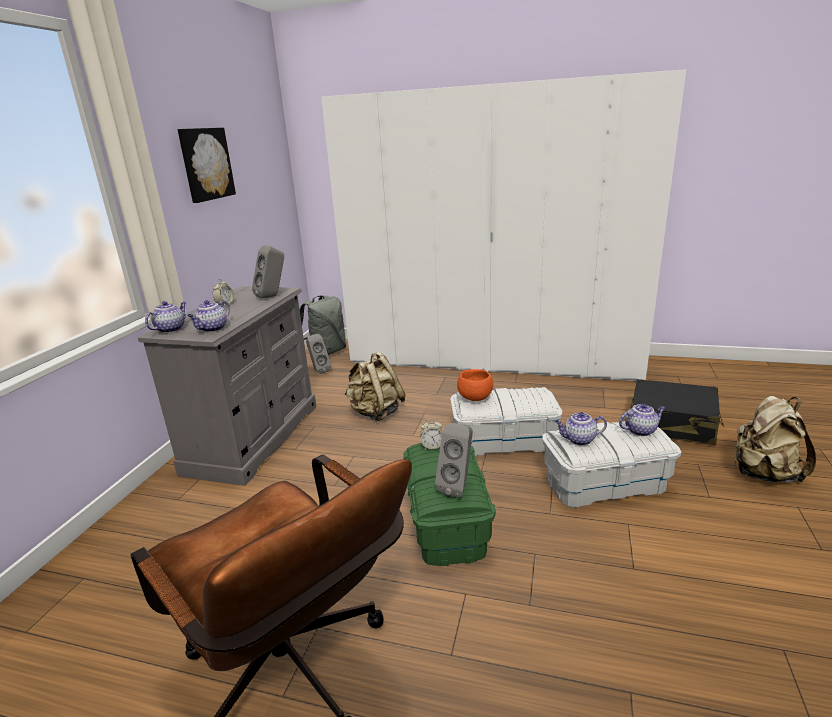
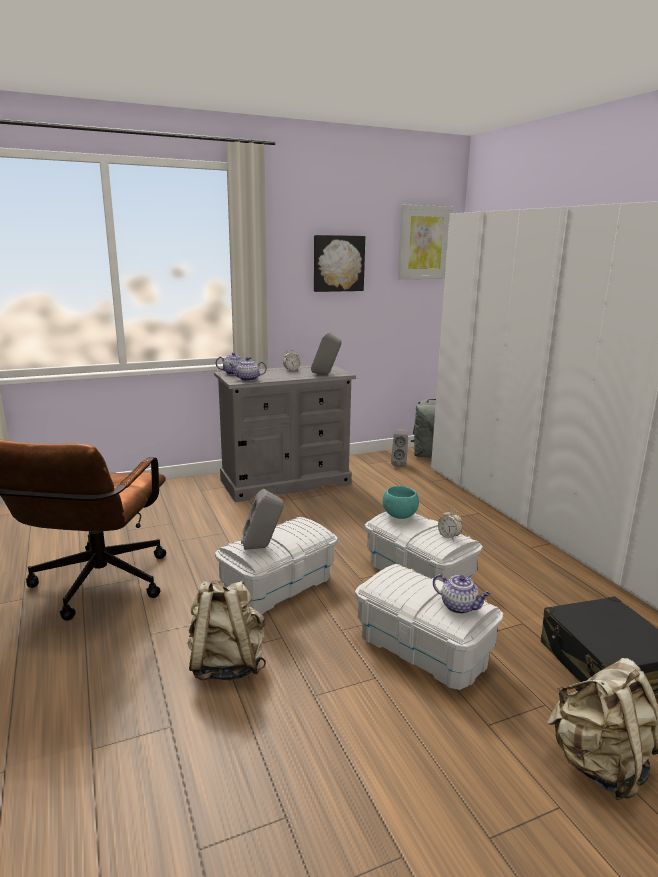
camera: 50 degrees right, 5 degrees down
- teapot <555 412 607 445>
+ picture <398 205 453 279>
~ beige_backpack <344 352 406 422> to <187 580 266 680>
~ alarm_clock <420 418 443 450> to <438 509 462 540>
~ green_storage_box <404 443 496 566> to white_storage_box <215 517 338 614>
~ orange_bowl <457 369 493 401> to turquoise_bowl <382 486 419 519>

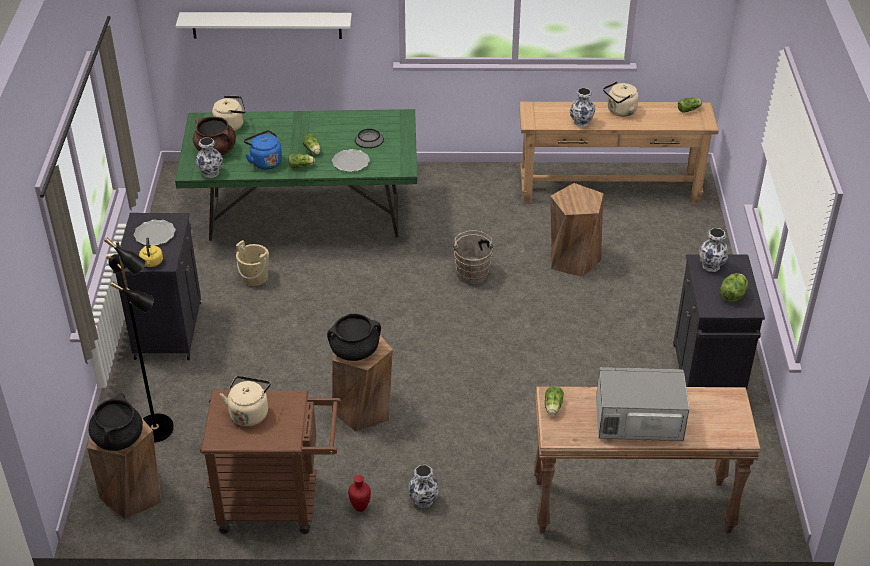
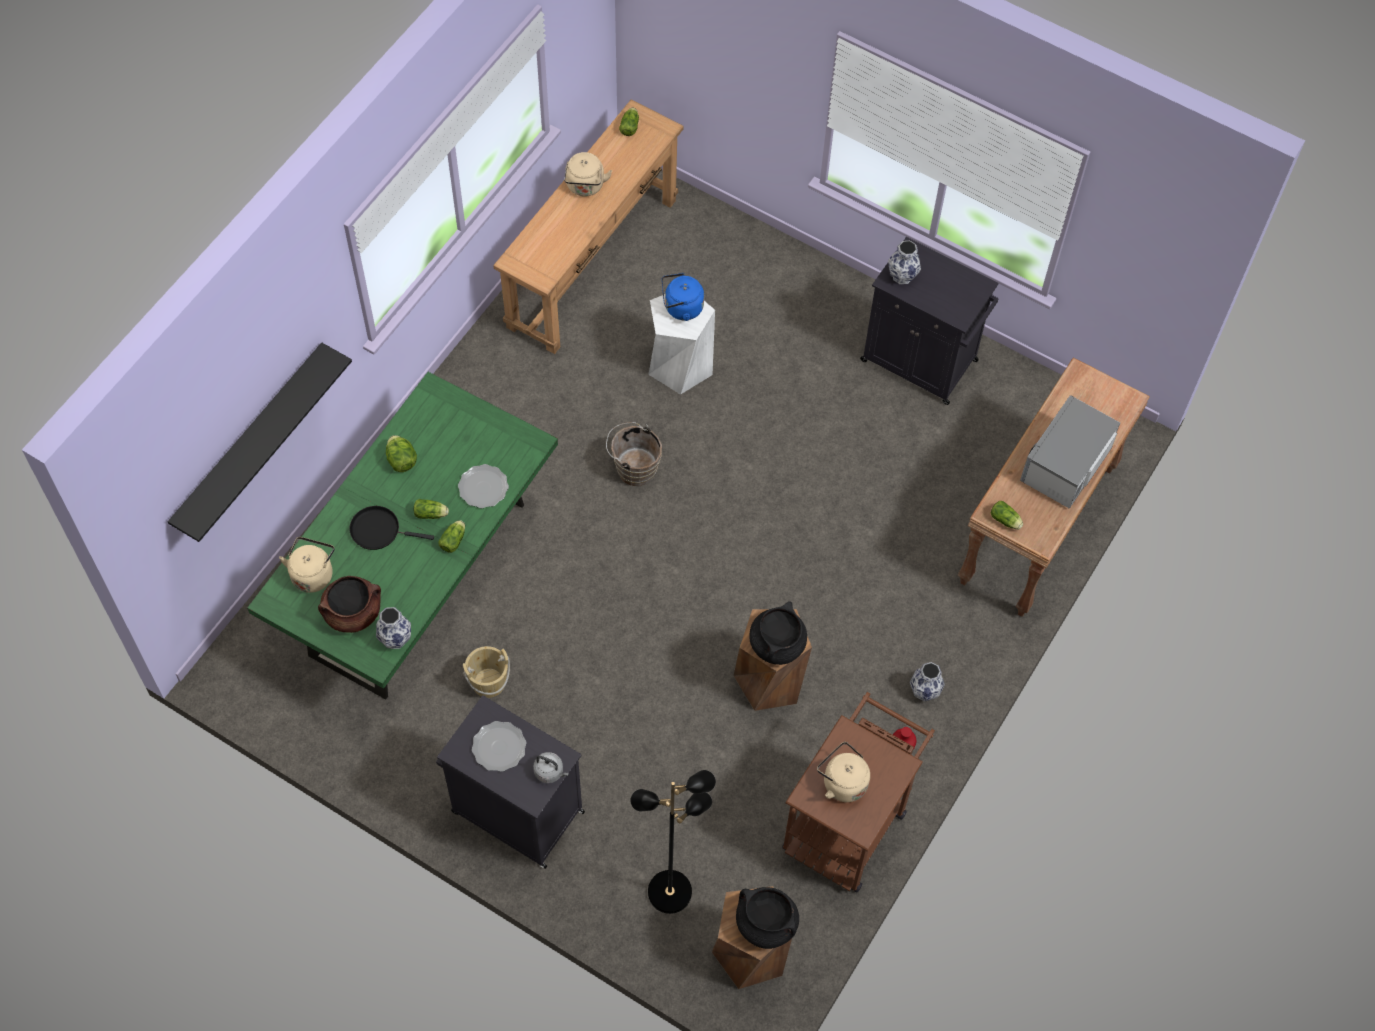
camera: 60 degrees left, 20 degrees up
- bowl <355 129 384 148>
- vase <570 88 595 127>
+ black_frying_pan <350 506 434 550>
~ blue_kettle <244 130 282 170> to <662 273 704 321>
~ lettuce <720 273 748 302> to <386 435 417 472>
~ yellow_kettle <139 237 163 267> to grey_kettle <533 752 569 783>
~ white_shelf <176 12 352 39> to black_shelf <168 342 352 542>
~ brown_stool <550 183 604 277> to white_stool <648 294 715 395>

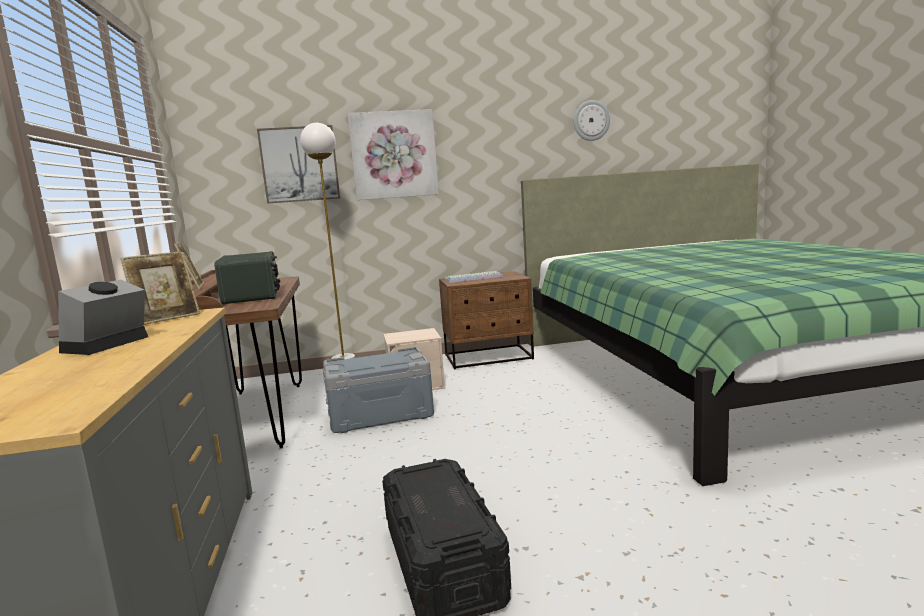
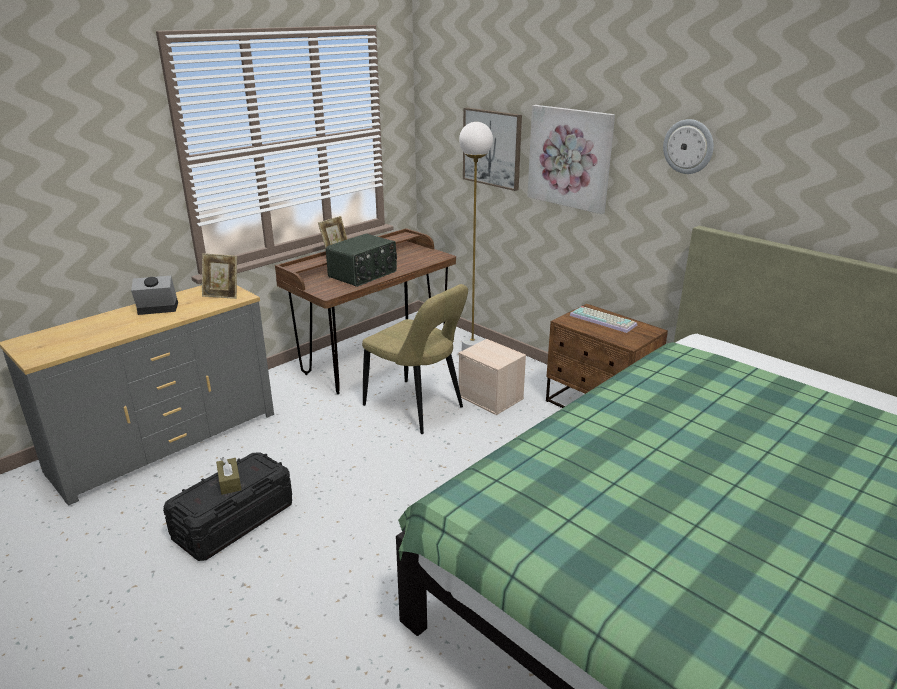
camera: 55 degrees right, 15 degrees up
+ brown_tissue_box <216 457 242 495>
~ wall_clock <573 100 610 141> to <663 119 714 174>
~ grey_storage_box <323 347 434 433> to beige_chair <362 284 468 434>

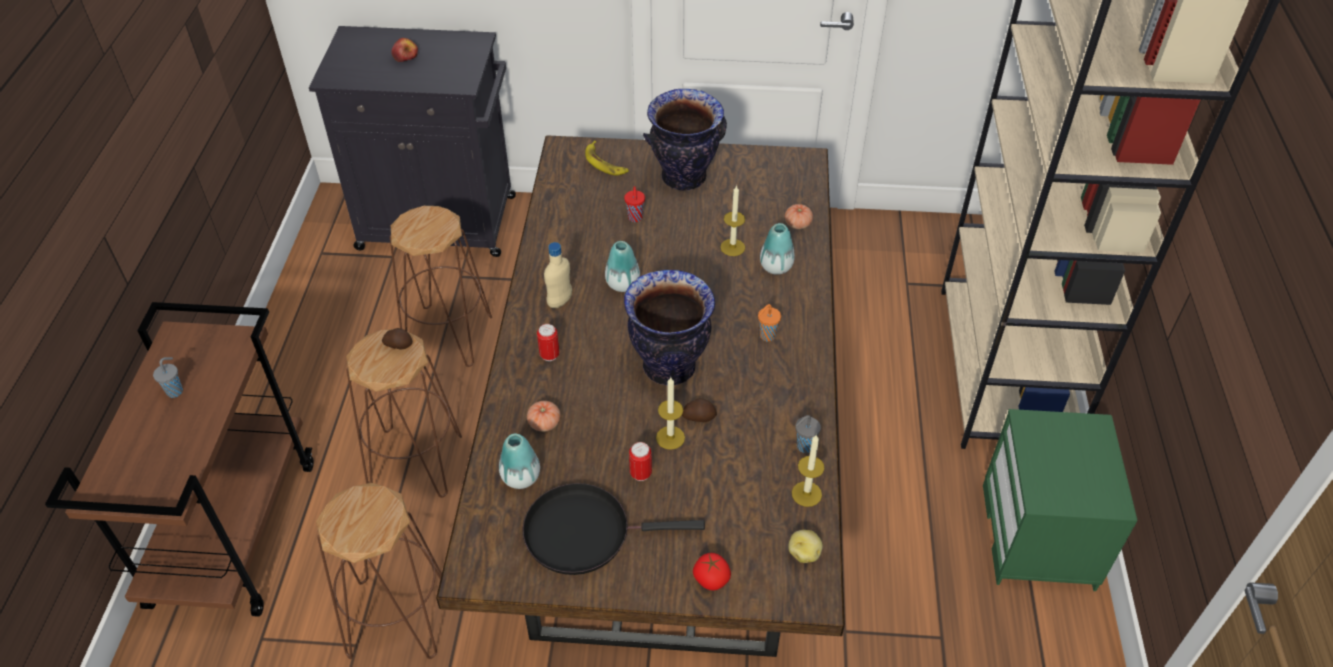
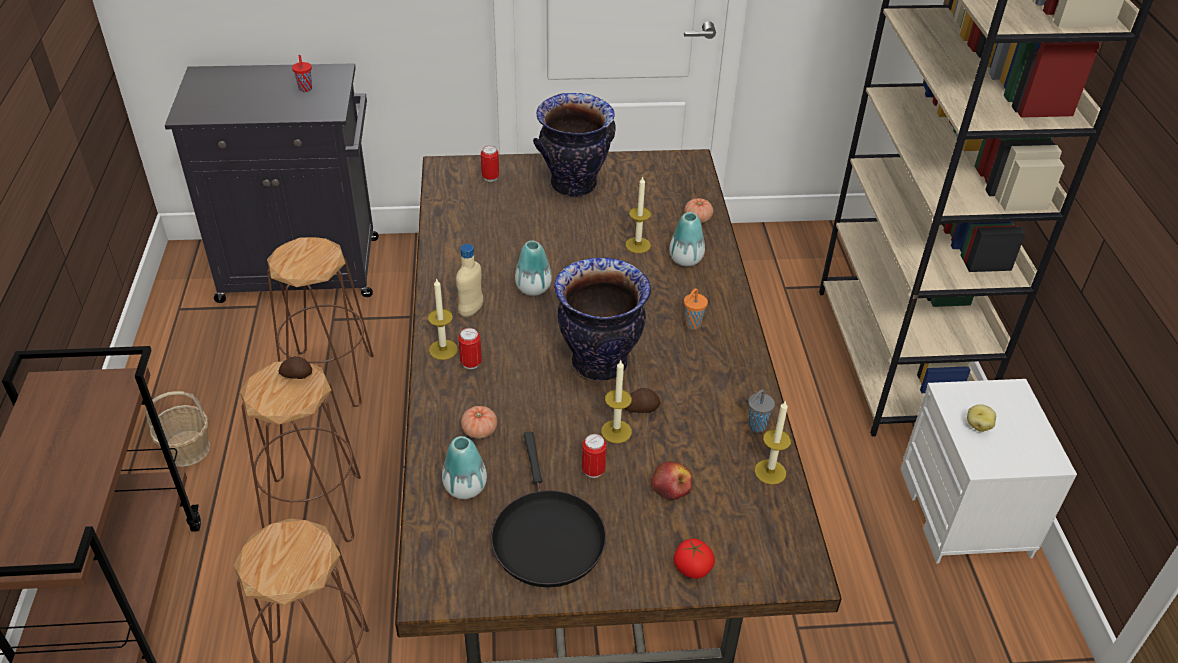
camera: 10 degrees left, 5 degrees down
- grey_cup <153 357 183 398>
+ basket <145 391 210 467>
+ candle <428 278 458 360>
~ apple <391 38 418 62> to <651 461 692 500>
~ red_cup <624 186 645 222> to <292 55 312 92>
~ potato <788 530 823 563> to <967 404 996 432>
~ banana <585 141 629 176> to can <481 146 499 182>
~ green_nightstand <983 409 1138 591> to white_nightstand <901 379 1077 563>
~ black_frying_pan <522 483 705 575> = <491 432 606 587> 90 degrees counterclockwise

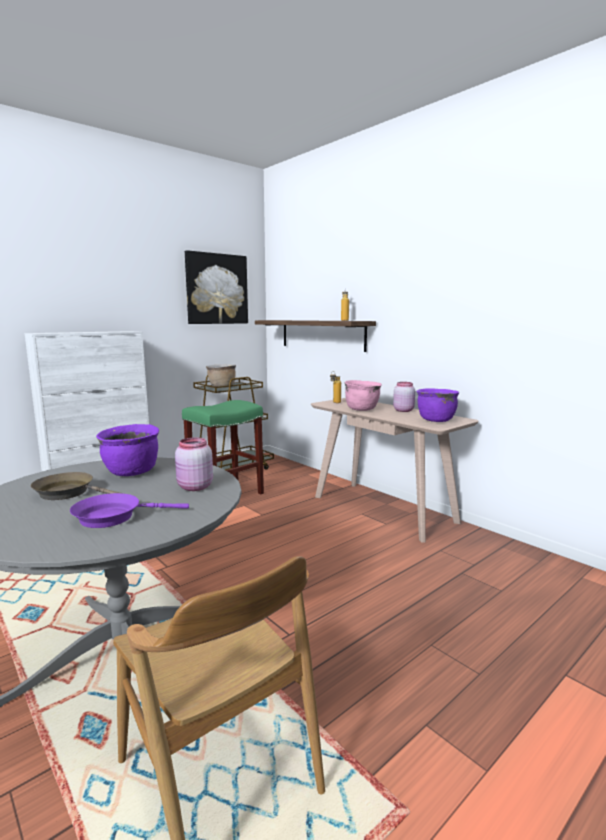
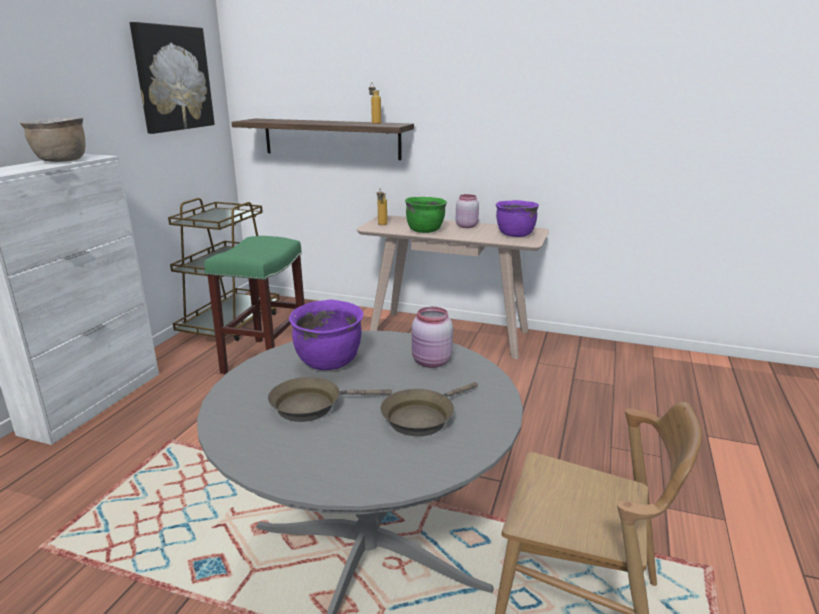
camera: 30 degrees left, 10 degrees up
~ brown_cooking_pot <206 364 236 388> to <20 117 86 162>
~ purple_frying_pan <70 493 189 528> to brown_frying_pan <380 382 478 436>
~ pink_cooking_pot <344 380 382 411> to green_cooking_pot <405 197 447 233>

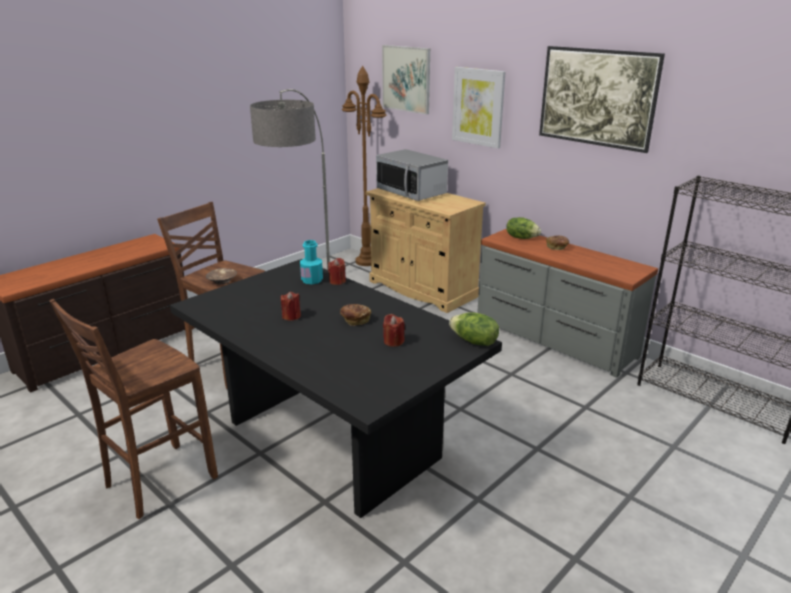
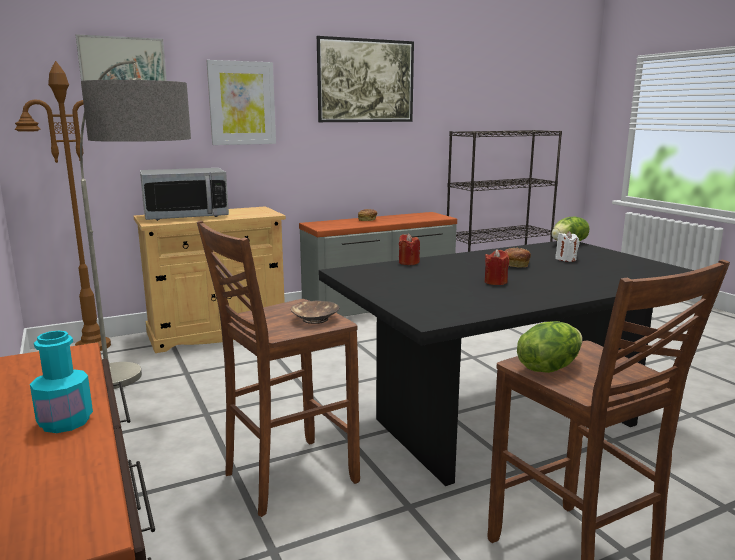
camera: 70 degrees left, 10 degrees down
~ turquoise_bottle <300 240 323 284> to <30 331 93 433>
~ lettuce <506 217 541 239> to <517 321 582 373>
~ red_candle <383 314 405 347> to white_candle <555 231 580 262>

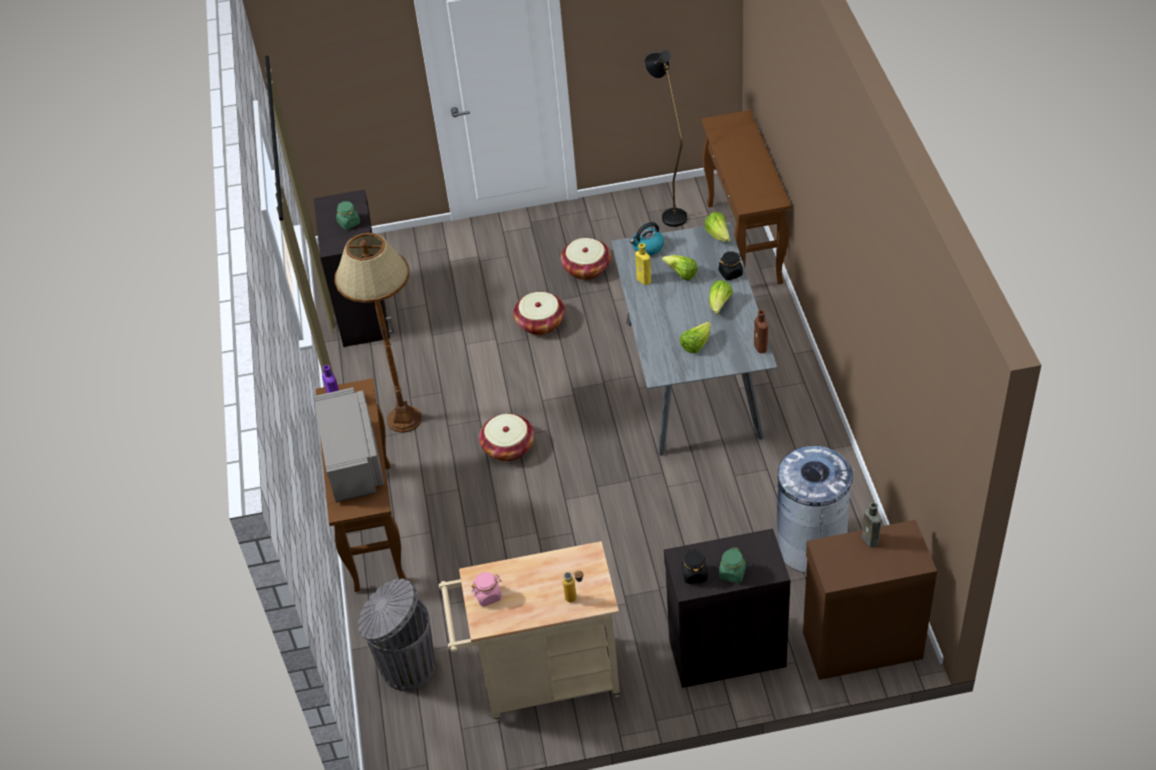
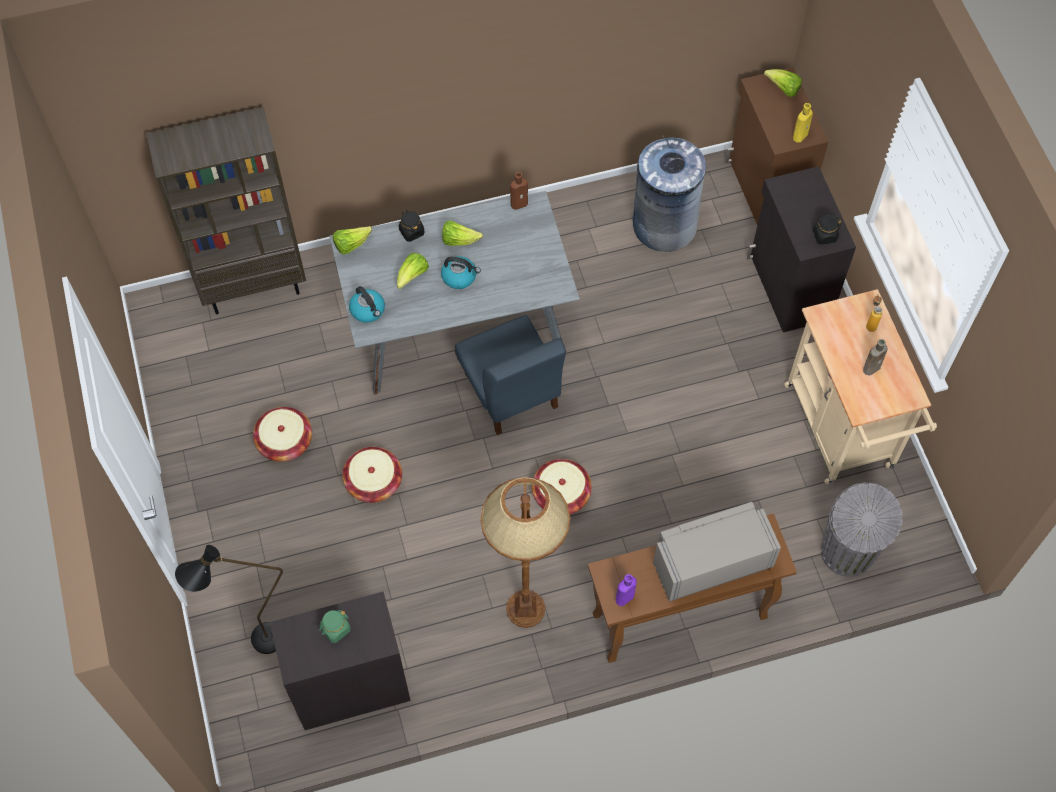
camera: 100 degrees left, 15 degrees up
- pink_jar <471 572 502 607>
- green_jar <719 547 746 583>
+ kettle <441 256 481 289>
+ blue_chair <455 315 566 435>
~ yellow_bottle <635 243 651 285> to <793 103 813 143>
~ black_floor_lamp <644 50 687 227> to <175 545 283 654>
~ lettuce <679 321 711 354> to <764 69 802 97>
~ brown_bottle <862 502 882 548> to <863 339 887 375>
~ brown_console_table <701 110 791 284> to brown_bookcase <146 107 306 314>

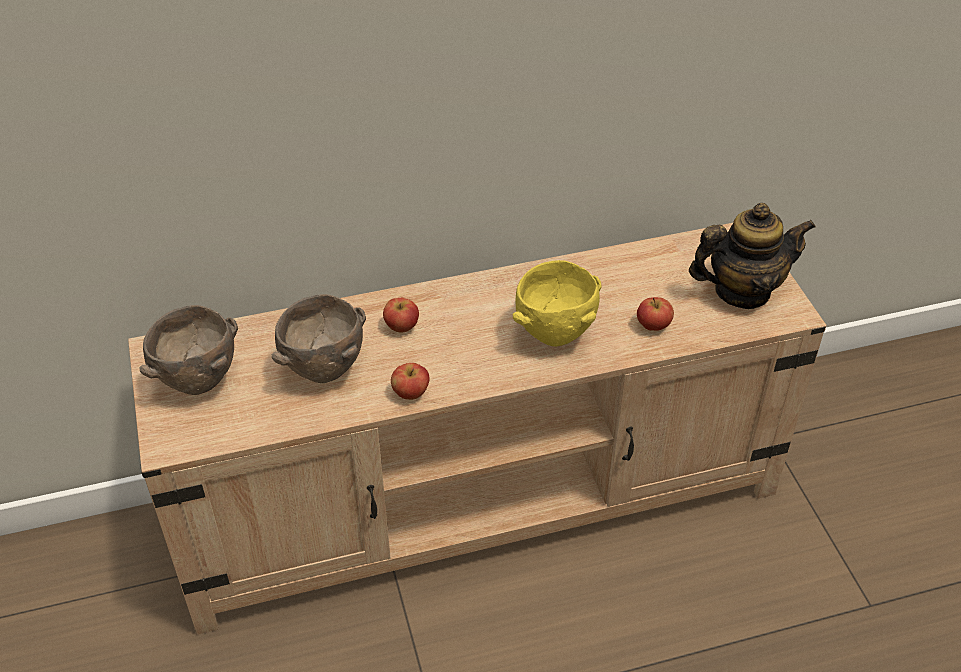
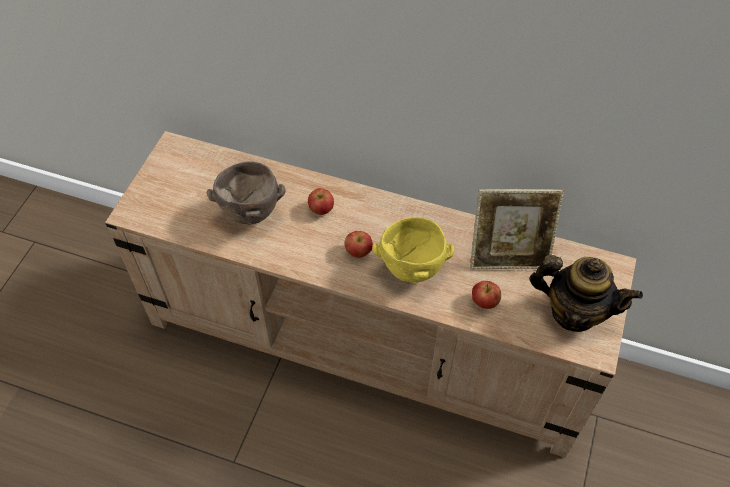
camera: 35 degrees right, 10 degrees up
- brown_bowl <139 305 238 395>
+ picture_frame <470 189 564 269>
~ apple <391 363 430 400> to <345 231 373 258>

